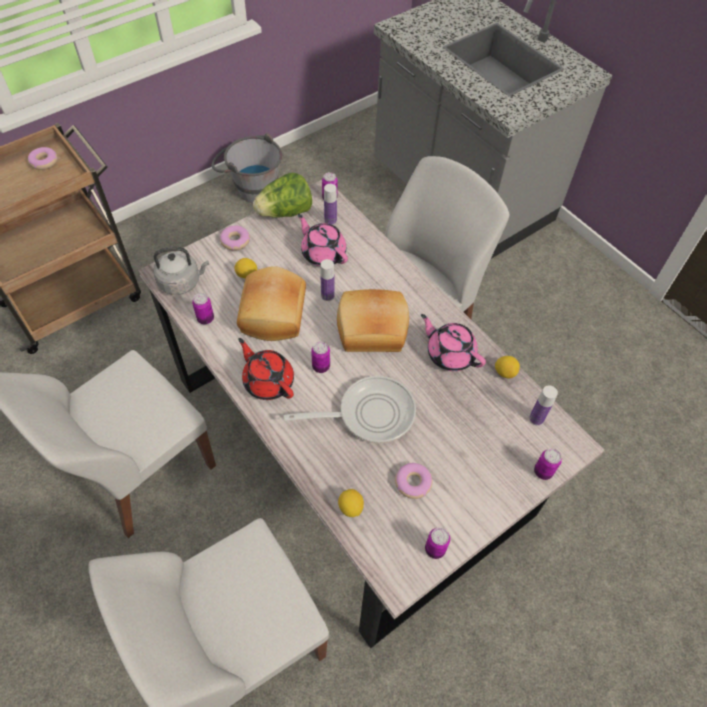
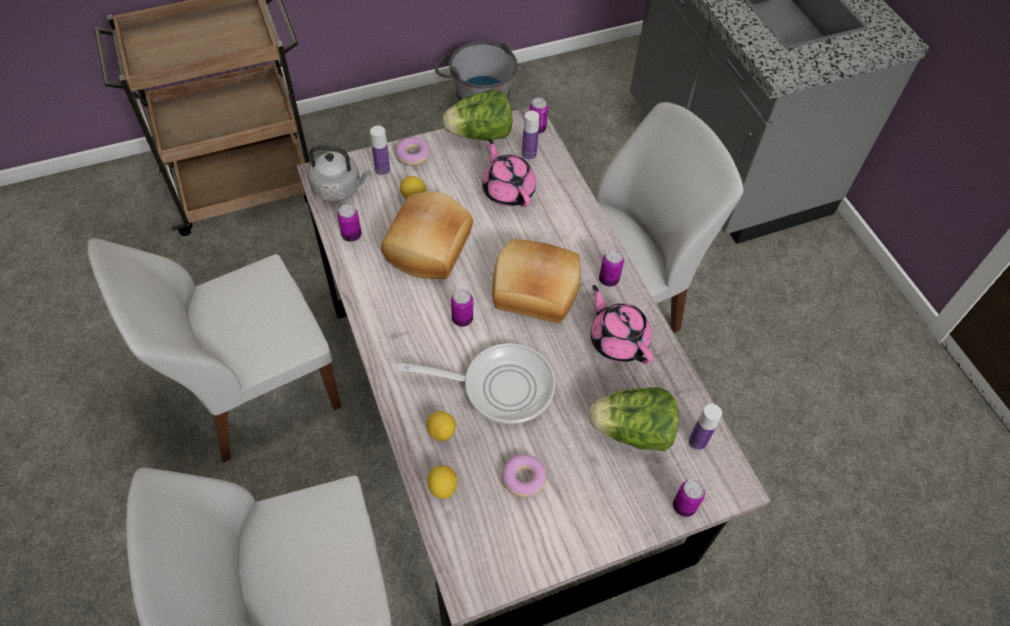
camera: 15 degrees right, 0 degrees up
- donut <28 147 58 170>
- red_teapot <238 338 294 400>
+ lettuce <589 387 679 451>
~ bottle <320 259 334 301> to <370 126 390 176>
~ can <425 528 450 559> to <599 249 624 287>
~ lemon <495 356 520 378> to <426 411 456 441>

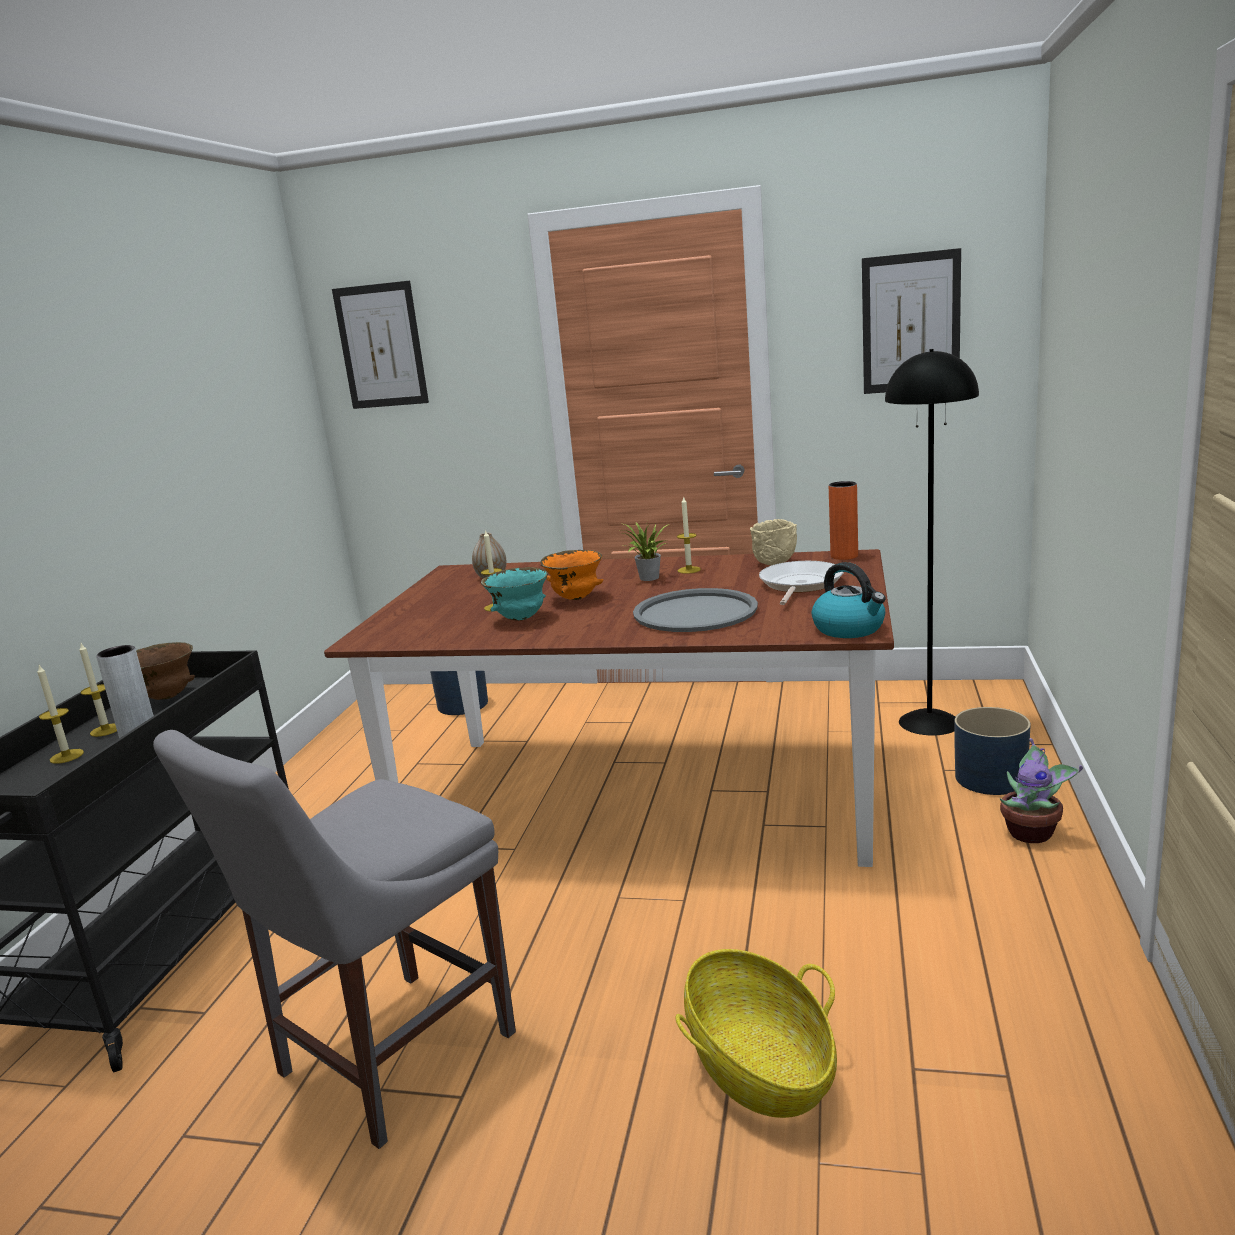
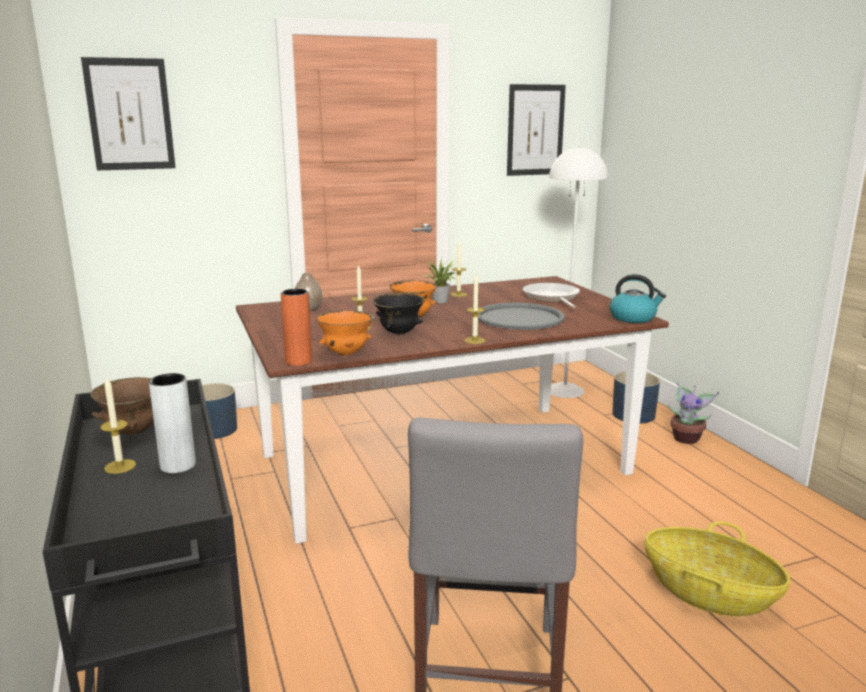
camera: 35 degrees left, 0 degrees up
- beige_bowl <750 519 797 565>
+ orange_bowl <316 310 374 356>
~ candle <37 665 84 764> to <465 275 485 344>
~ orange_vase <829 481 858 560> to <281 289 312 366>
~ turquoise_bowl <481 567 548 621> to black_bowl <373 293 425 334>
~ black_floor_lamp <885 349 979 735> to white_floor_lamp <549 146 608 398>

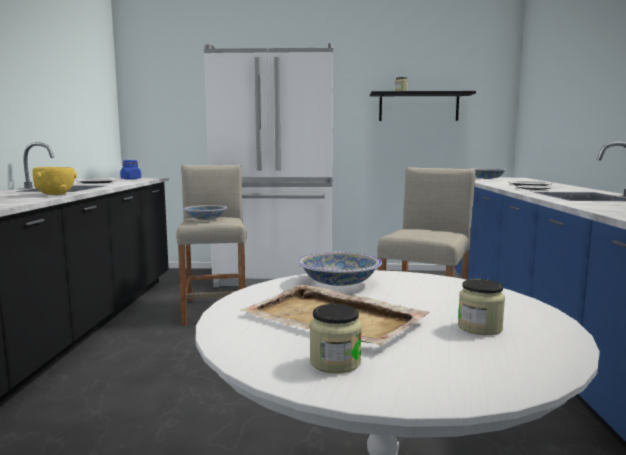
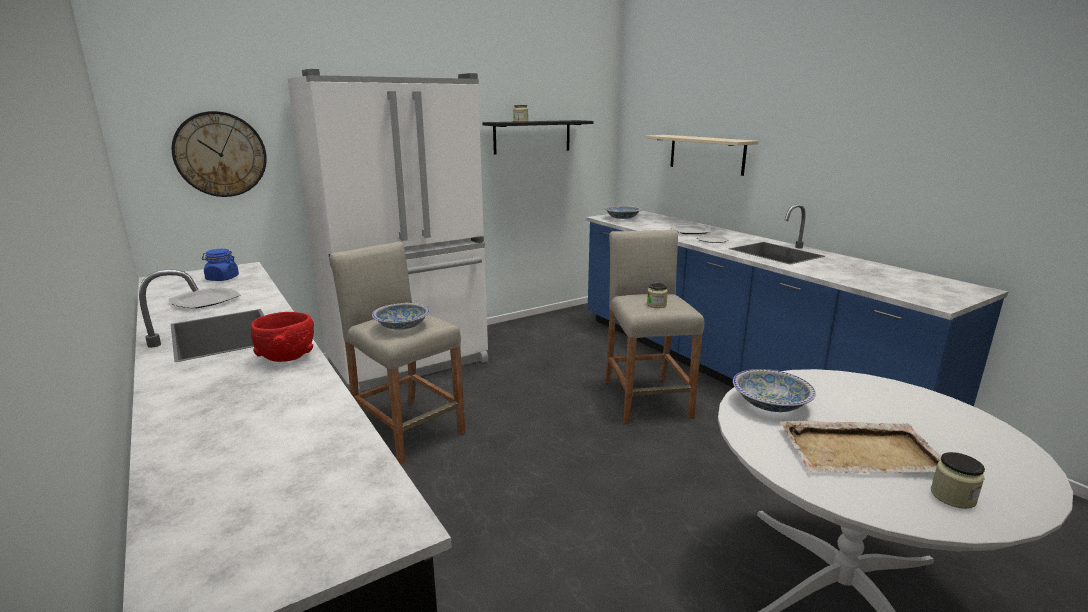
camera: 35 degrees left, 10 degrees up
+ wall_clock <171 111 267 197>
+ beige_shelf <645 135 759 176>
~ jar <458 279 505 335> to <647 283 668 308>
~ yellow_bowl <32 167 77 195> to red_bowl <251 312 314 362>

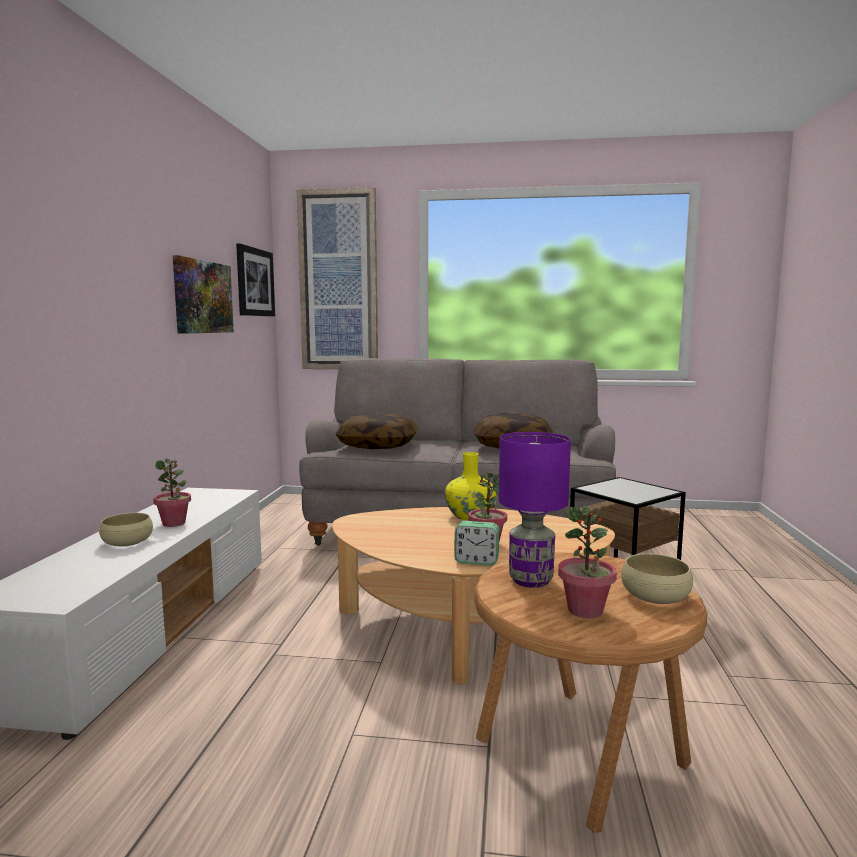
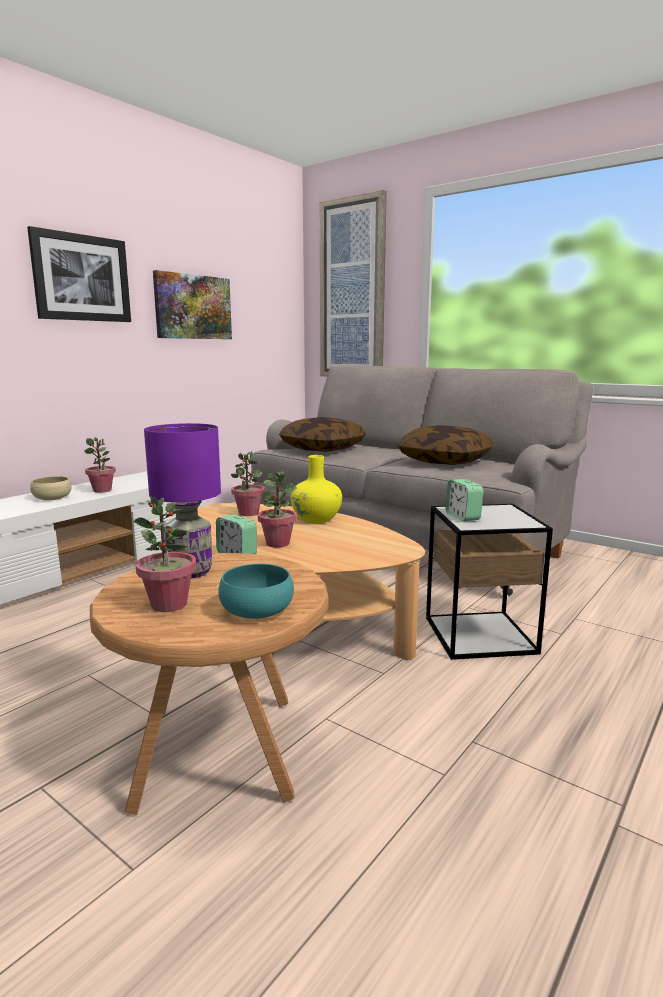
camera: 30 degrees right, 5 degrees up
+ potted_plant <231 451 265 516>
+ alarm_clock <445 479 483 521>
~ picture <236 243 275 317> to <27 226 131 322>
~ beige_bowl <621 553 693 604> to turquoise_bowl <218 564 294 619>

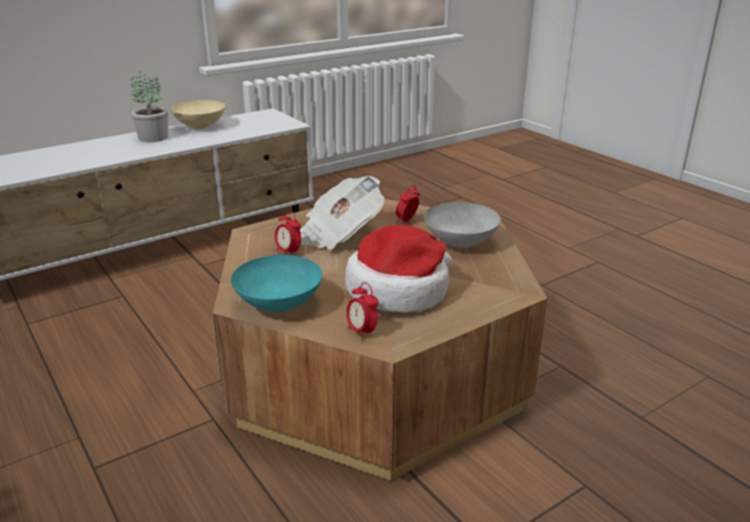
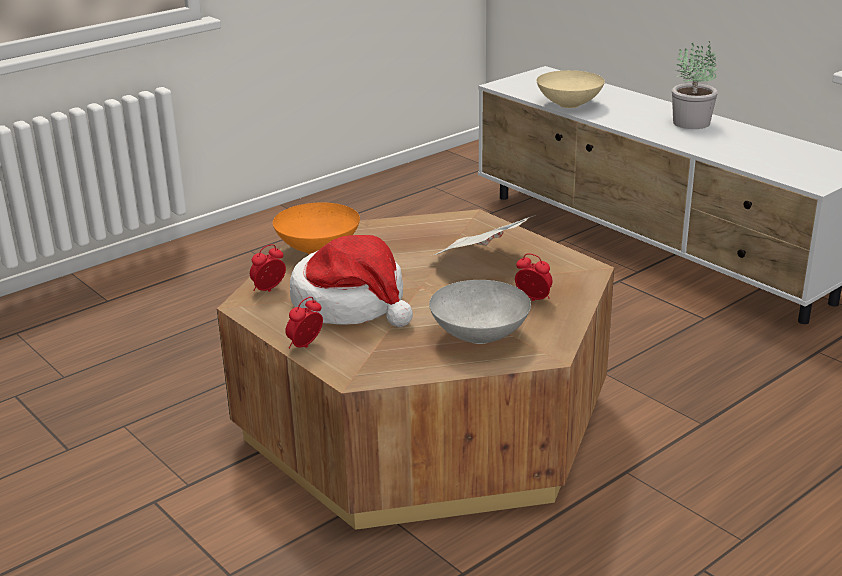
camera: 85 degrees right, 0 degrees up
~ beige_bowl <170 100 225 129> to <536 70 605 108>
~ alarm_clock <275 210 301 254> to <285 297 323 348>
~ turquoise_bowl <231 255 322 312> to orange_bowl <273 202 360 254>

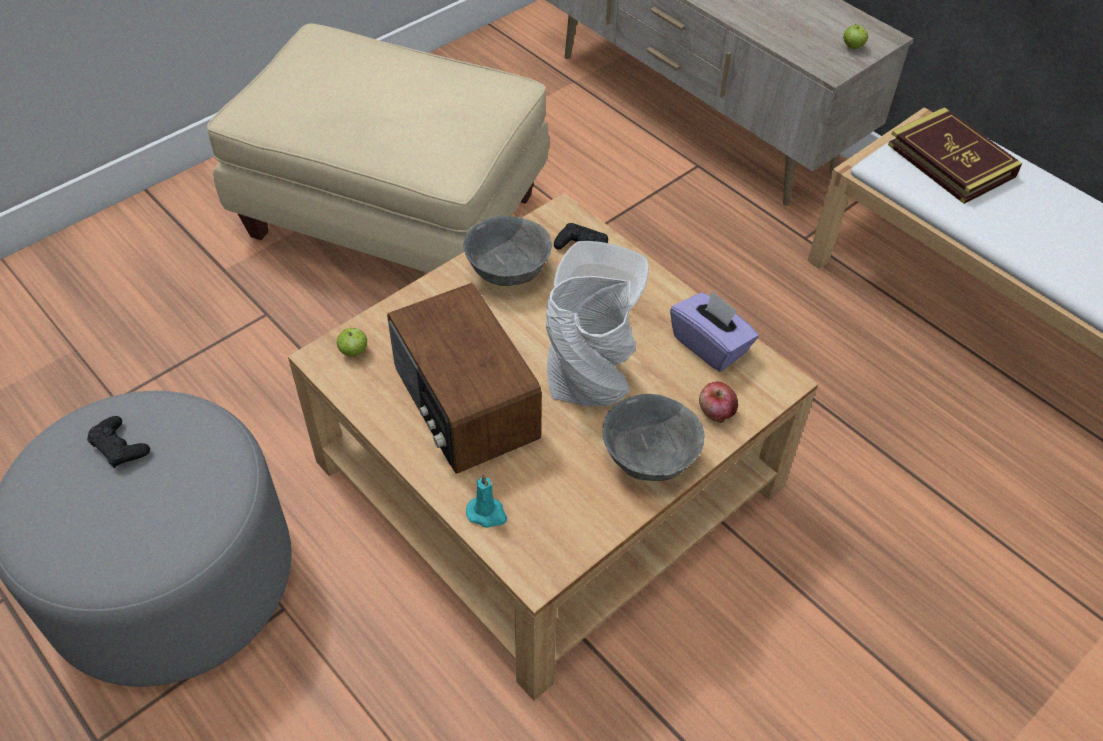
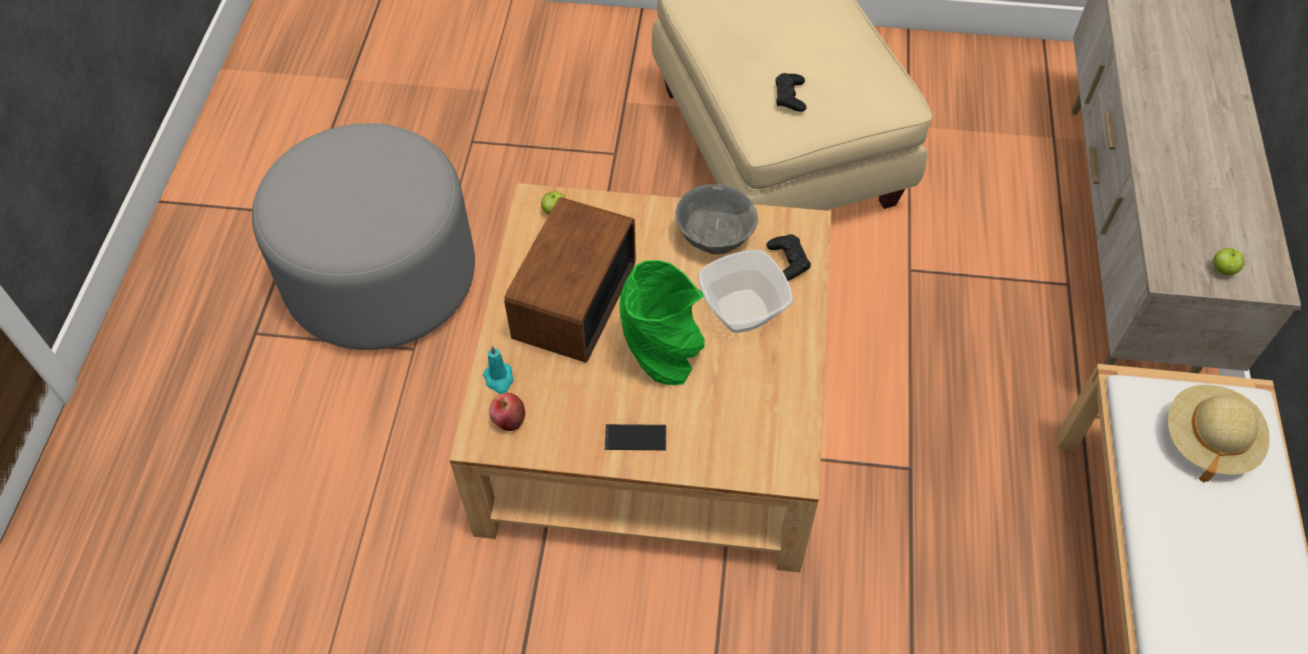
camera: 50 degrees right, 5 degrees up
- purple_tissue_box <670 290 759 372>
~ black_game_controller <87 416 150 468> to <775 73 806 112>
~ apple <699 381 738 423> to <489 393 525 431>
~ grey_bowl <602 394 705 481> to phone <605 424 666 450>
~ book <888 107 1022 204> to beige_hat <1168 385 1270 483>
~ grey_vase <546 276 636 406> to green_vase <620 260 705 385>

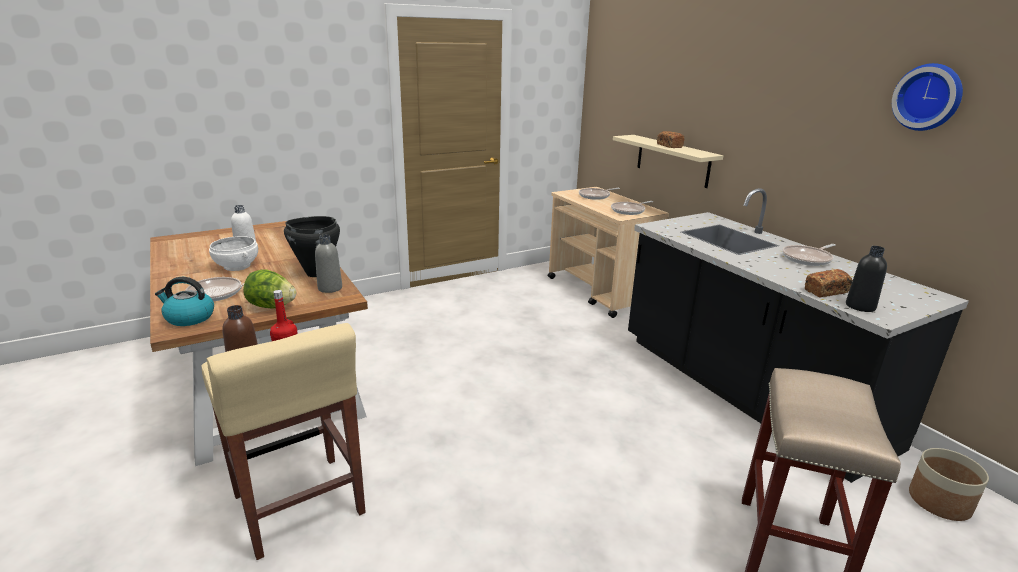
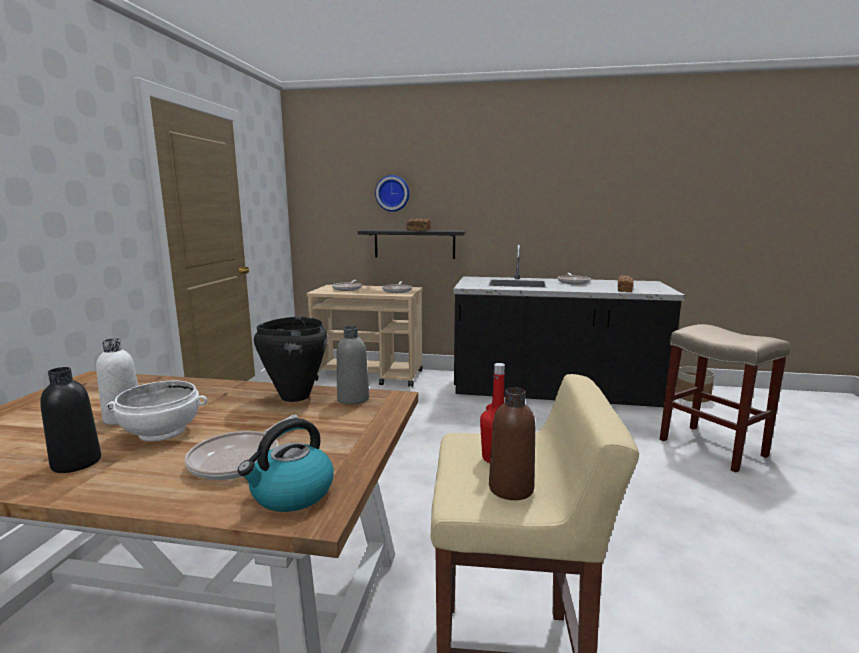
camera: 50 degrees left, 10 degrees down
- lettuce <243 269 296 308>
~ black_bottle <846 246 887 312> to <40 367 101 473>
~ wall_clock <892 63 963 131> to <375 175 409 212>
~ beige_shelf <613 135 723 188> to black_shelf <358 230 466 259>

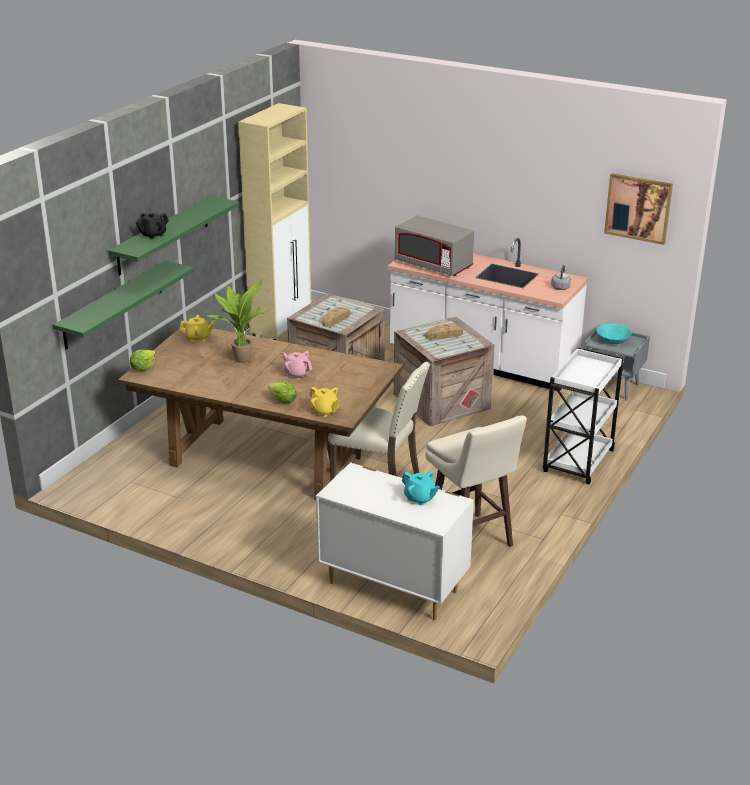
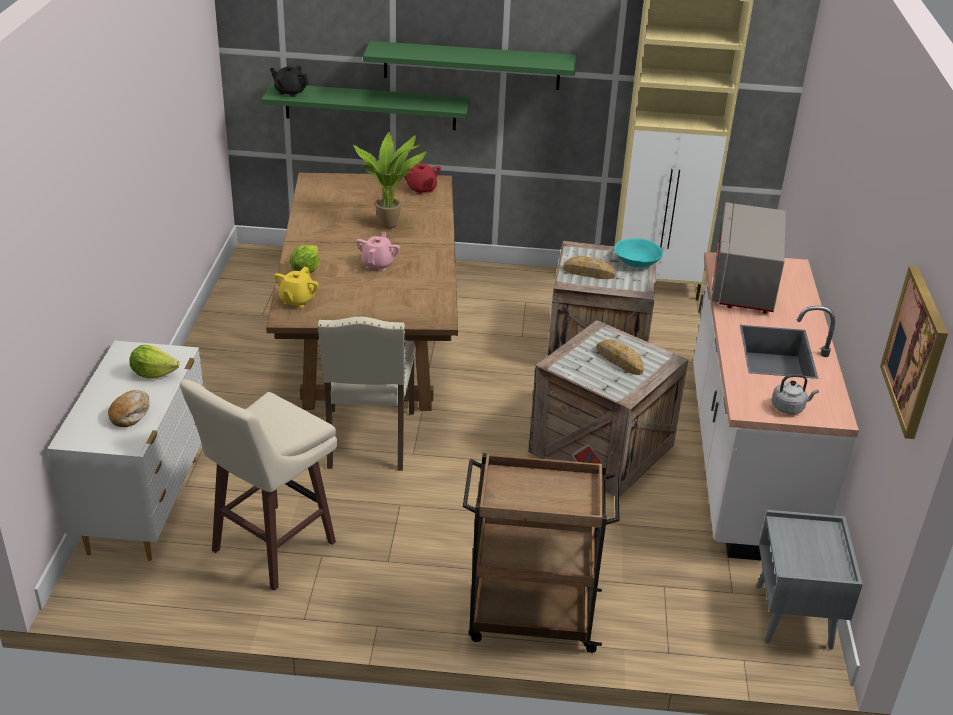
camera: 65 degrees right, 5 degrees up
~ lettuce <130 350 156 371> to <129 345 179 379>
~ black_teapot <136 213 169 239> to <270 65 309 97>
~ turquoise_bowl <597 324 632 344> to <614 238 663 268>
~ turquoise_teapot <402 471 440 505> to bread <108 390 150 427>
~ yellow_teapot <179 315 215 342> to red_teapot <404 164 441 195>
~ white_cart <543 347 624 484> to brown_cart <463 453 619 653>

